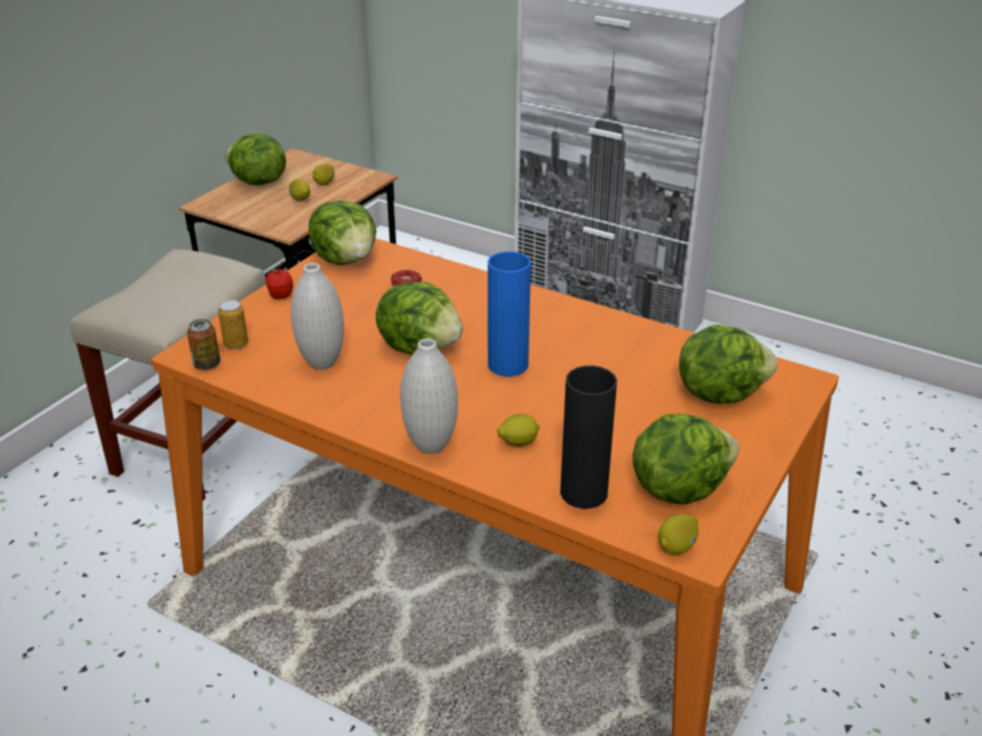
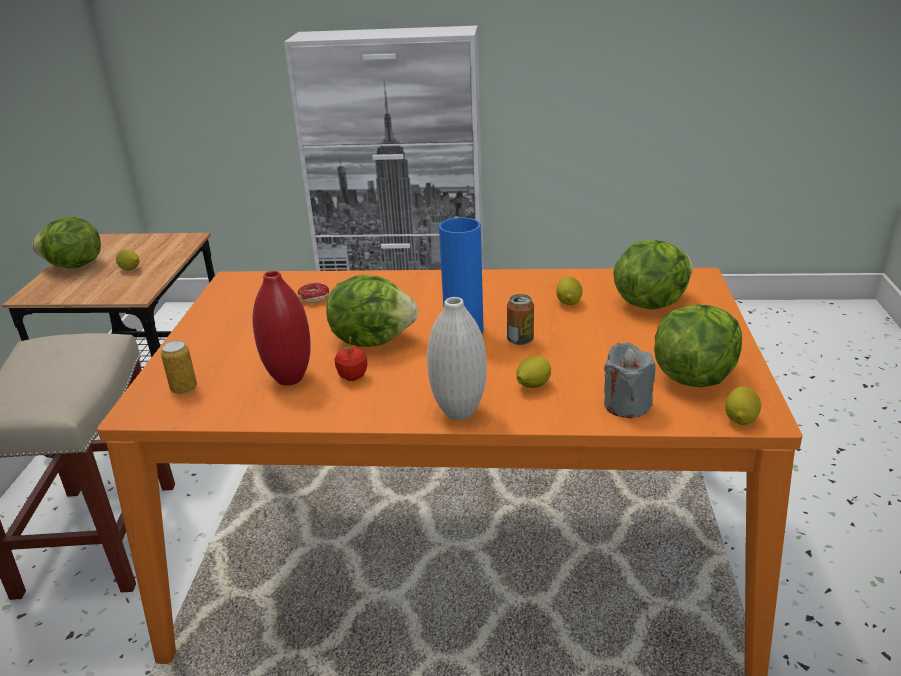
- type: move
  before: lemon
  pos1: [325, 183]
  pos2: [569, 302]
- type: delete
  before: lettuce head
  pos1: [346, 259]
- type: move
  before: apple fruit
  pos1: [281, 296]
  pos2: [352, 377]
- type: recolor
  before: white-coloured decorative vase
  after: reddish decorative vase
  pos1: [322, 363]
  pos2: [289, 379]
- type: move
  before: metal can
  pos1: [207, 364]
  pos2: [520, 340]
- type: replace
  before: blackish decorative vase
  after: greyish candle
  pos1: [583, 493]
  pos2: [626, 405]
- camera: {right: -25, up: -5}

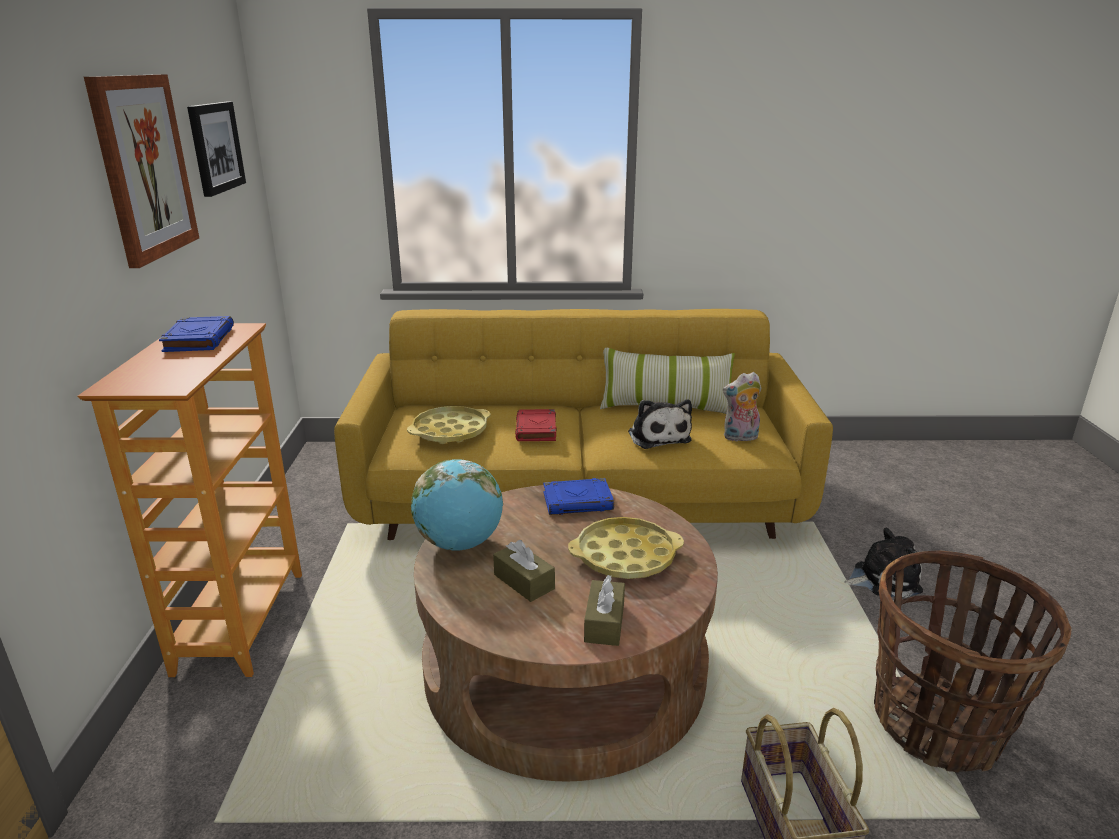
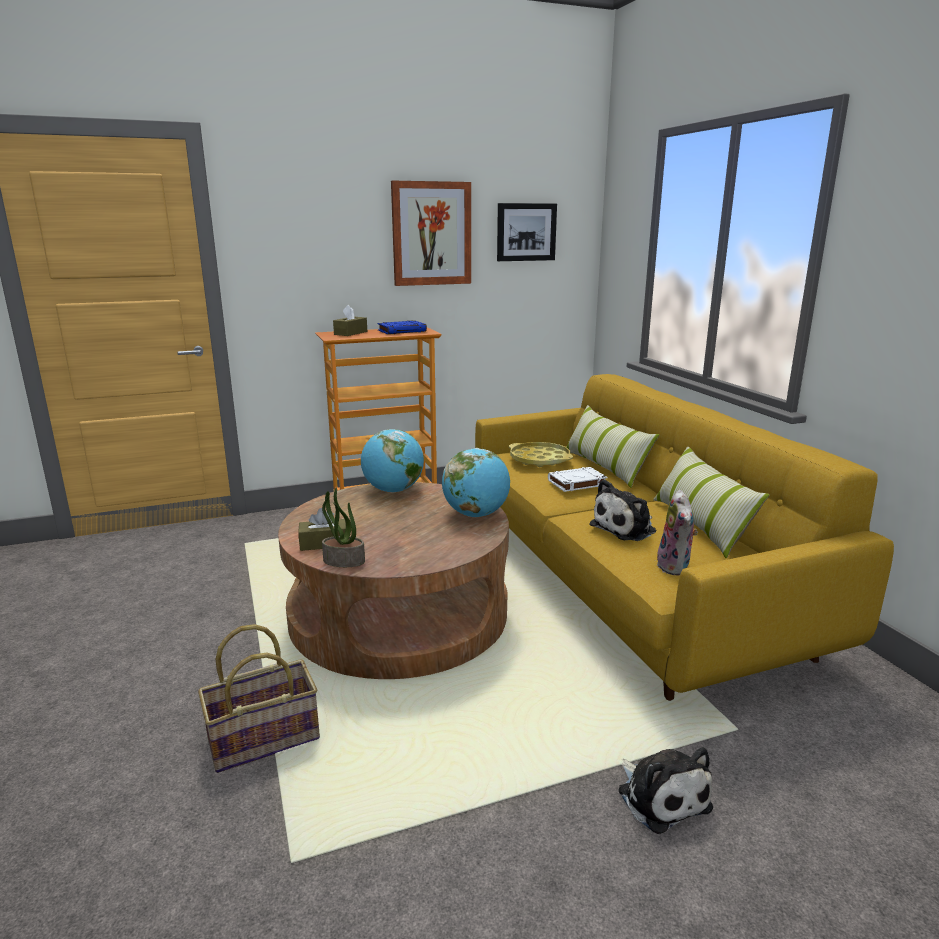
- type: rotate
  before: soft toy
  pos1: [740, 438]
  pos2: [675, 567]
  turn: -150
- type: recolor
  before: reddish book
  after: white-coloured book
  pos1: [536, 430]
  pos2: [576, 483]
- type: replace
  before: blue book
  after: world globe
  pos1: [578, 501]
  pos2: [476, 514]
- type: delete
  before: yellow-coloured carrying tray
  pos1: [625, 556]
- type: move
  before: brownish box of tissues
  pos1: [524, 582]
  pos2: [350, 333]
- type: delete
  before: storage basket
  pos1: [937, 725]
- type: insert
  after: cushion
  pos2: [605, 467]
- type: insert
  after: houseplant
  pos2: [343, 561]
- camera: {right: 70, up: -5}

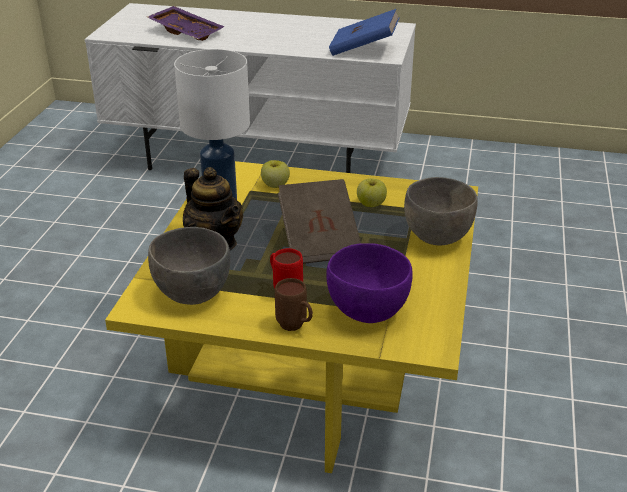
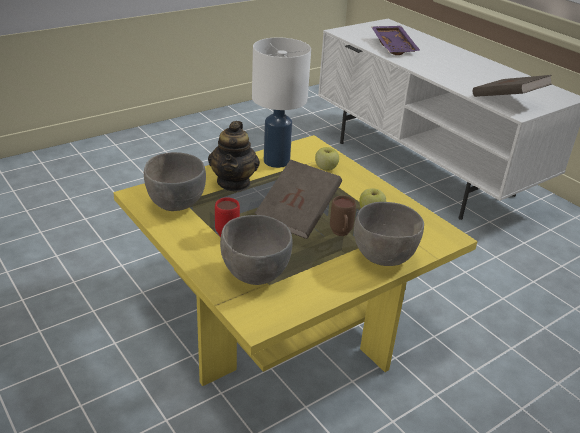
- type: recolor
  before: blue book
  after: brownish book
  pos1: [363, 49]
  pos2: [507, 101]
- type: recolor
  before: purple-coloured bowl
  after: greyish bowl
  pos1: [366, 311]
  pos2: [255, 273]
- type: move
  before: brownish tea mug
  pos1: [295, 327]
  pos2: [341, 234]
- camera: {right: 40, up: 0}

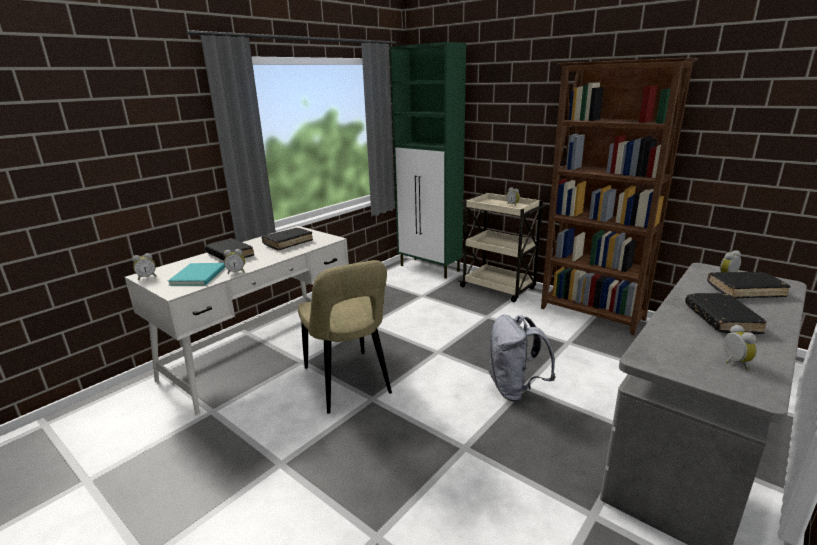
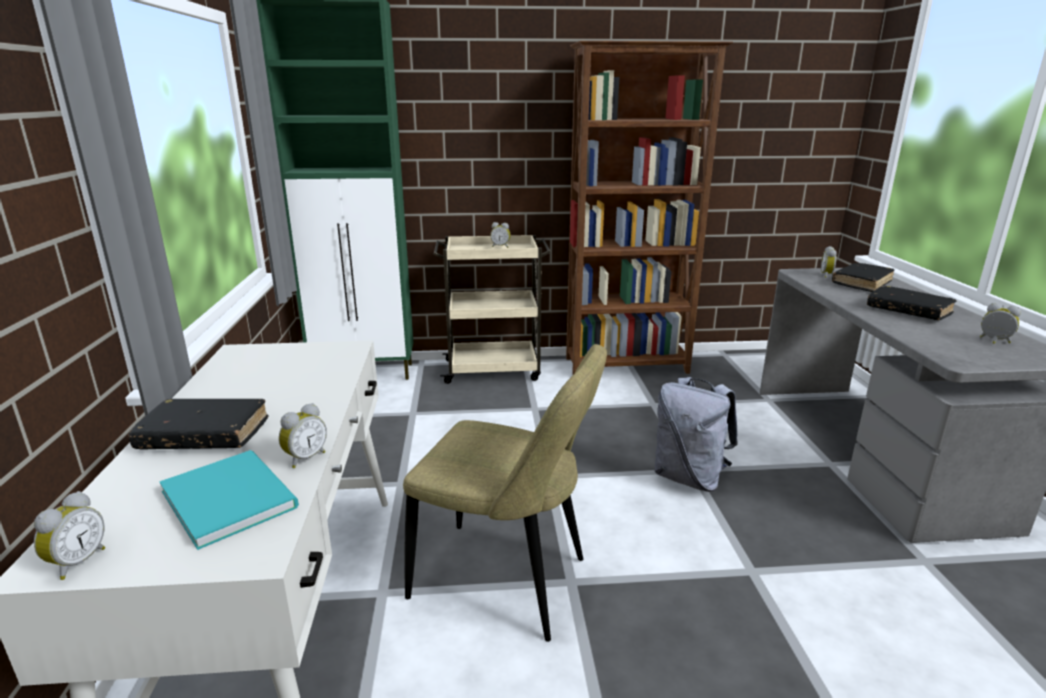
- type: delete
  before: blackish book
  pos1: [288, 243]
- camera: {right: -45, up: 0}

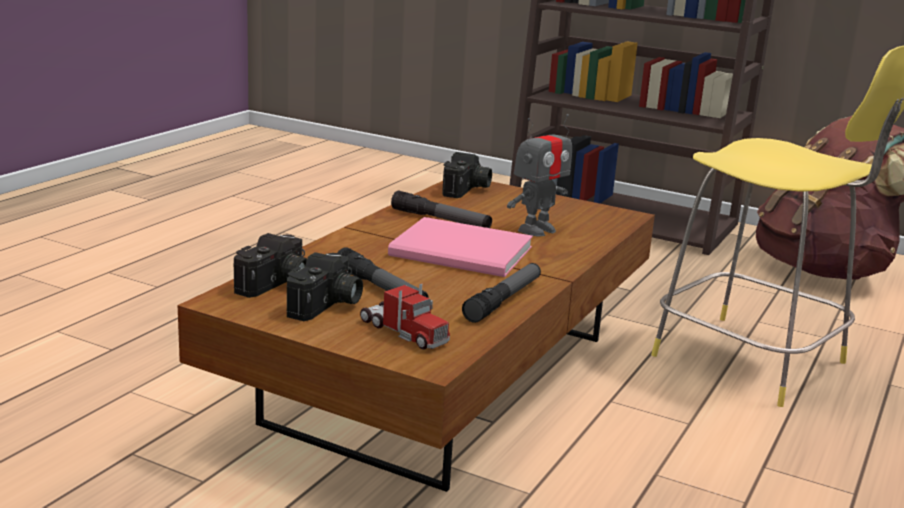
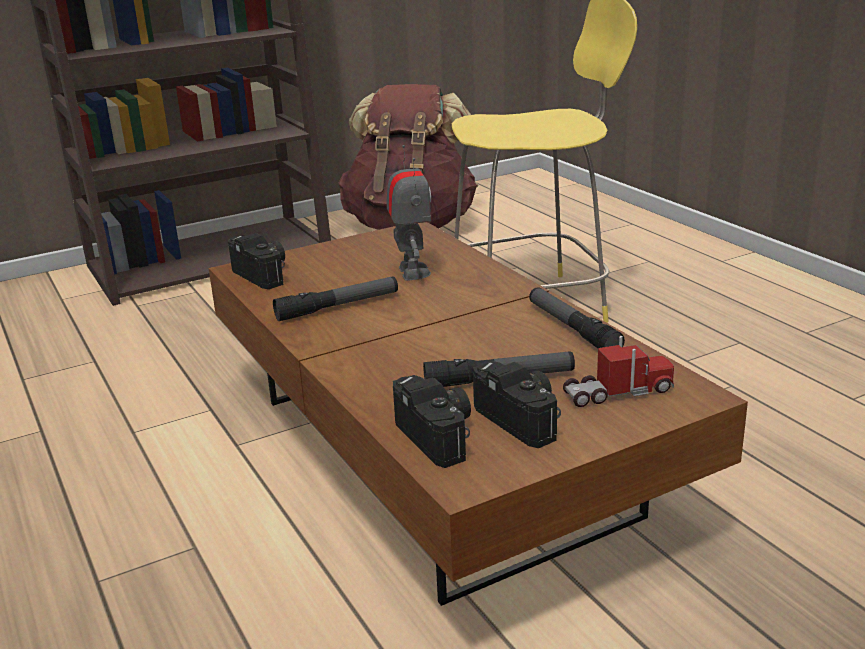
- type: delete
  before: pinkish book
  pos1: [464, 253]
- camera: {right: -55, up: 5}

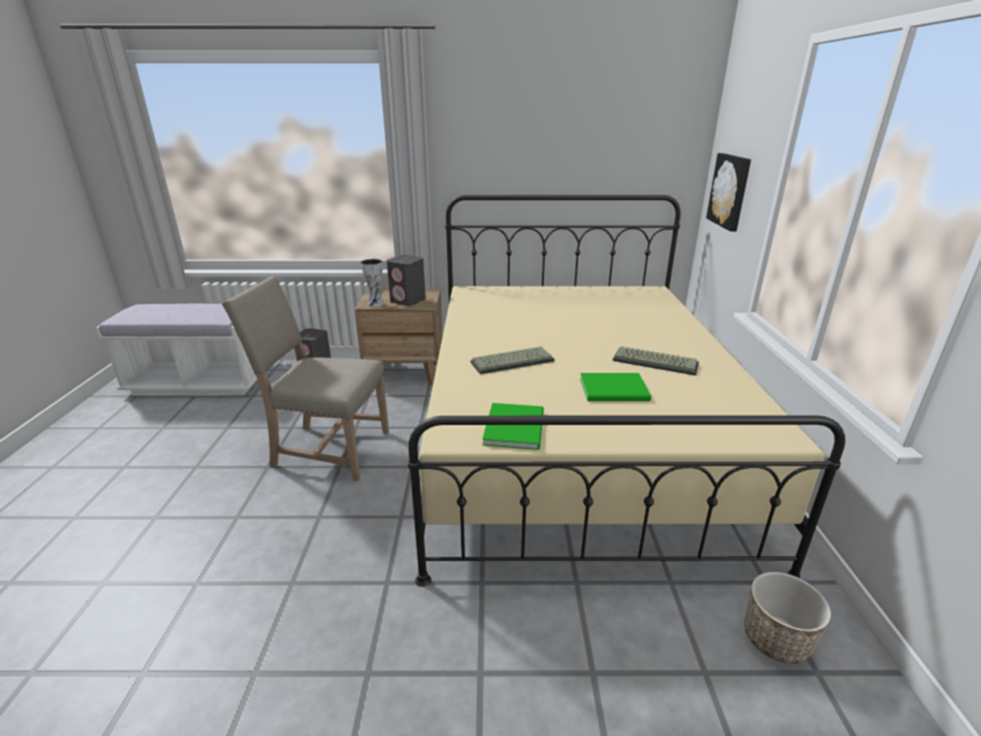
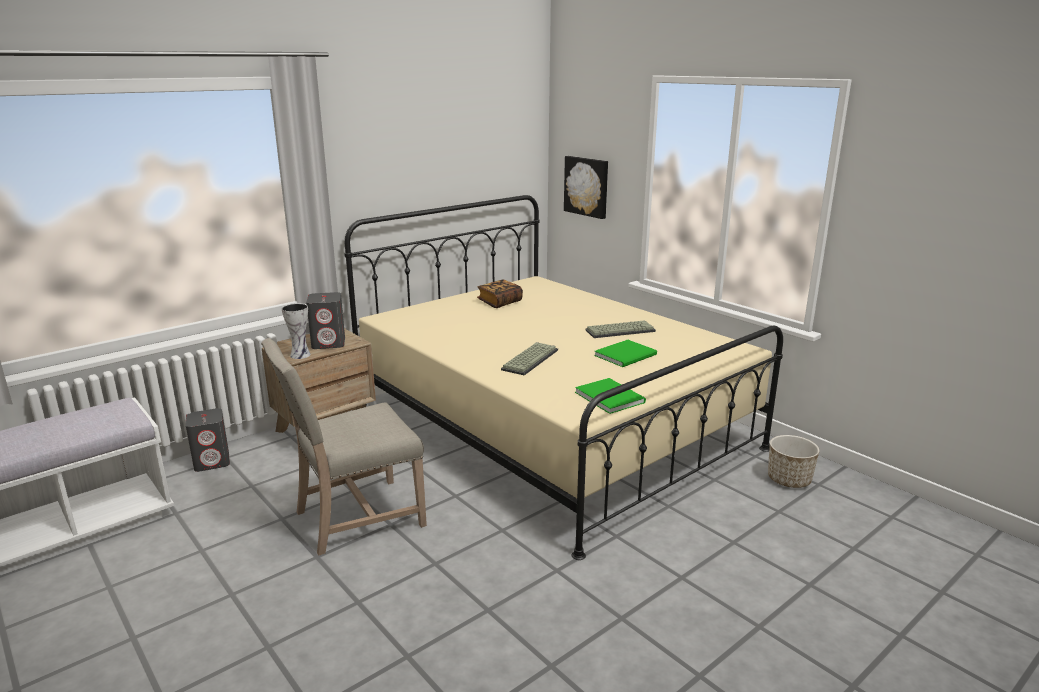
- type: insert
  after: book
  pos2: [500, 302]
- camera: {right: -40, up: -5}

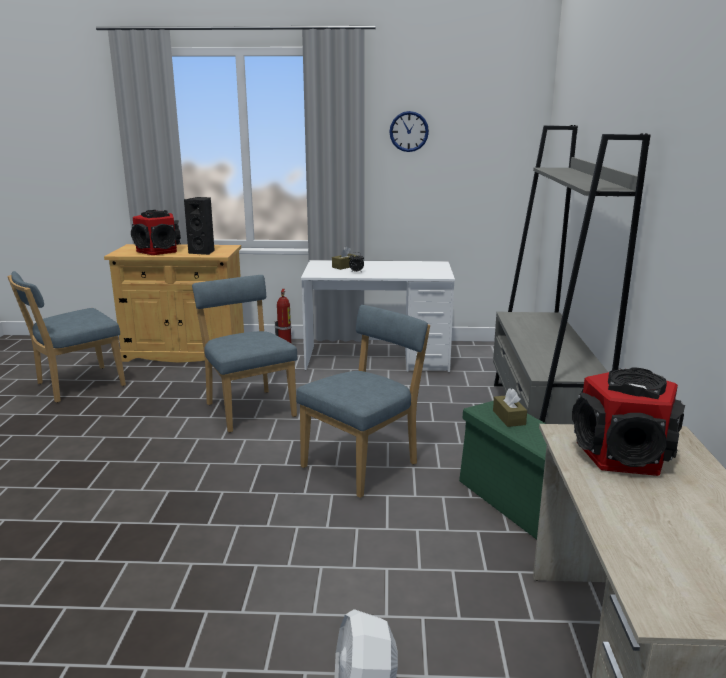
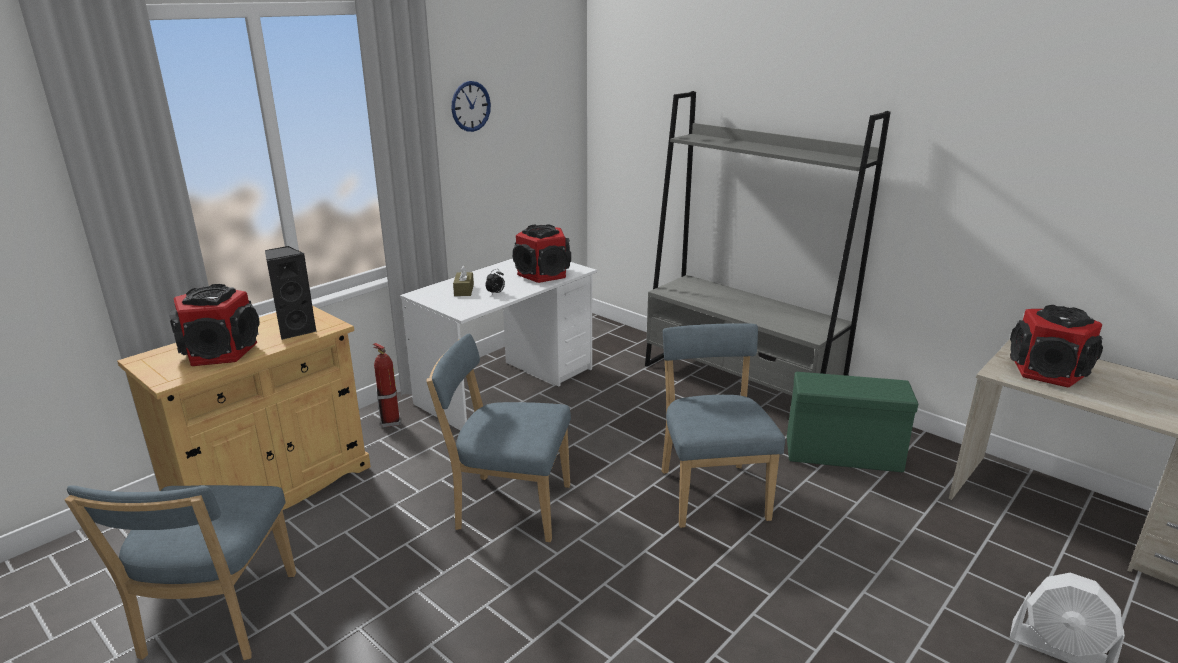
- type: delete
  before: brownish box of tissues
  pos1: [509, 417]
- type: insert
  after: speaker
  pos2: [543, 274]
- camera: {right: -50, up: 5}

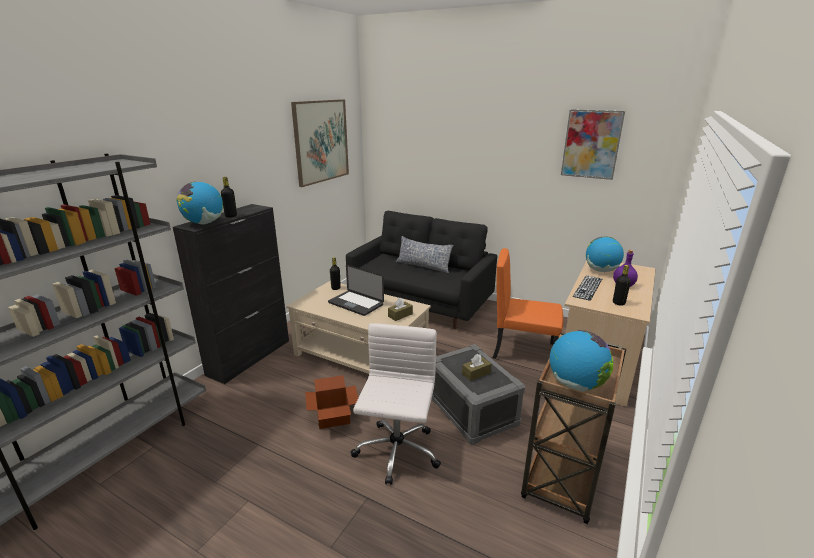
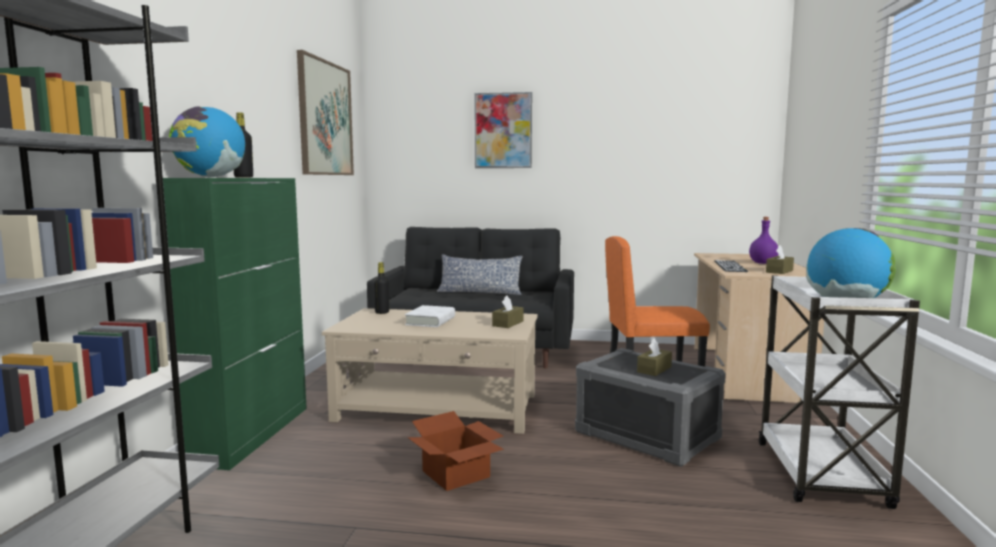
- type: move
  before: picture
  pos1: [591, 144]
  pos2: [503, 130]
- type: recolor
  before: blackish cabinet
  after: green-coloured cabinet
  pos1: [250, 357]
  pos2: [251, 434]
- type: delete
  before: world globe
  pos1: [601, 270]
- type: replace
  before: laptop
  after: white-coloured book
  pos1: [355, 304]
  pos2: [430, 321]
- type: replace
  before: blackish beverage bottle
  after: brownish box of tissues
  pos1: [618, 303]
  pos2: [779, 271]
- type: delete
  before: white-coloured computer chair
  pos1: [396, 453]
- type: recolor
  before: brownish trolley
  after: white-coloured trolley
  pos1: [562, 478]
  pos2: [821, 475]
- camera: {right: -20, up: -15}

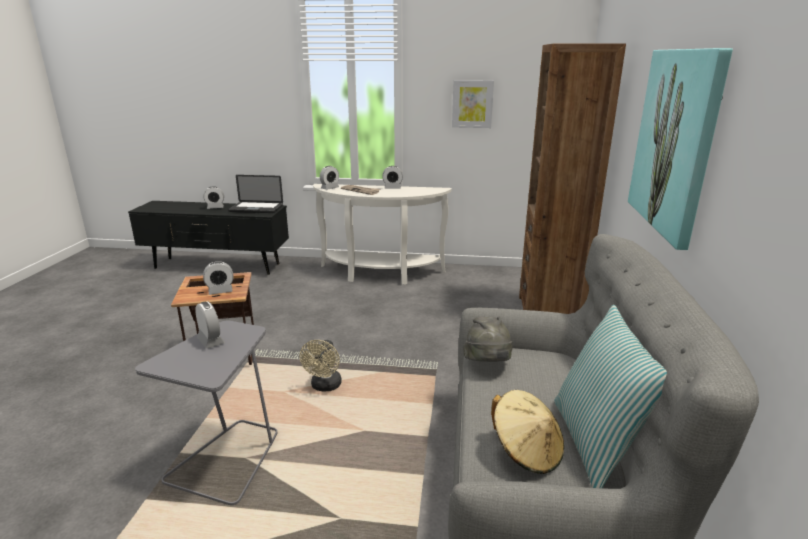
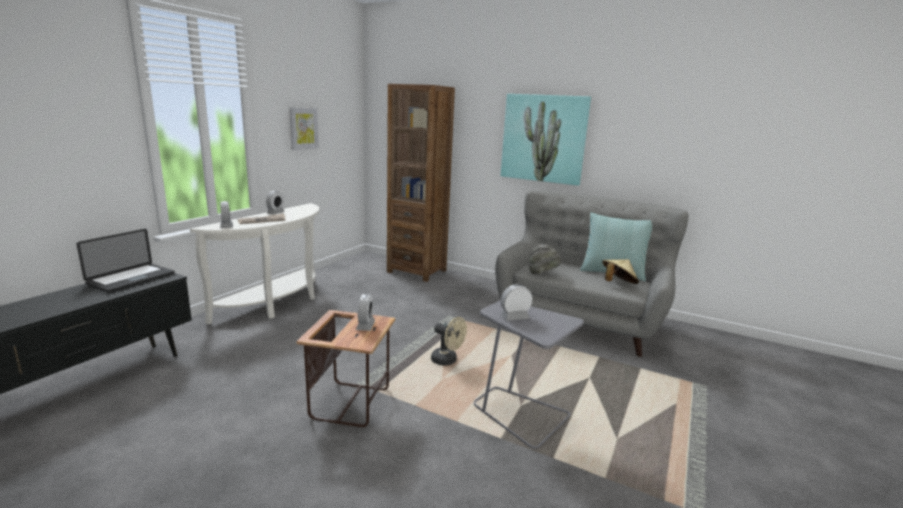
- type: delete
  before: bedside clock
  pos1: [215, 207]
- camera: {right: -70, up: -5}

